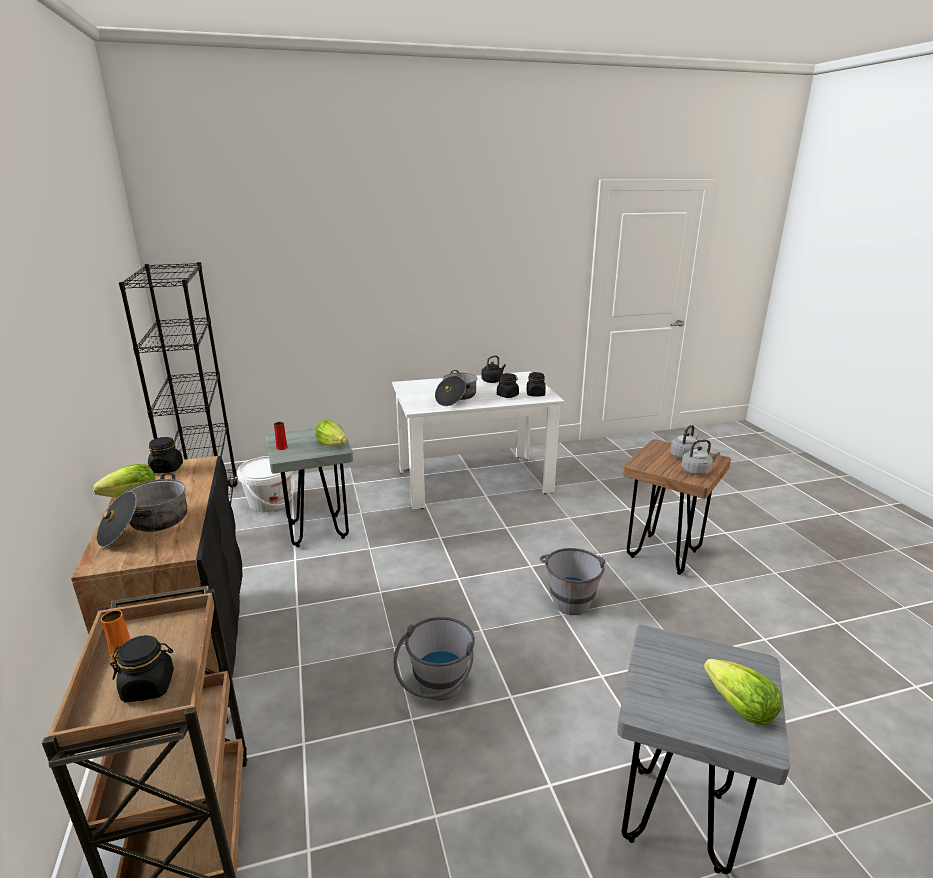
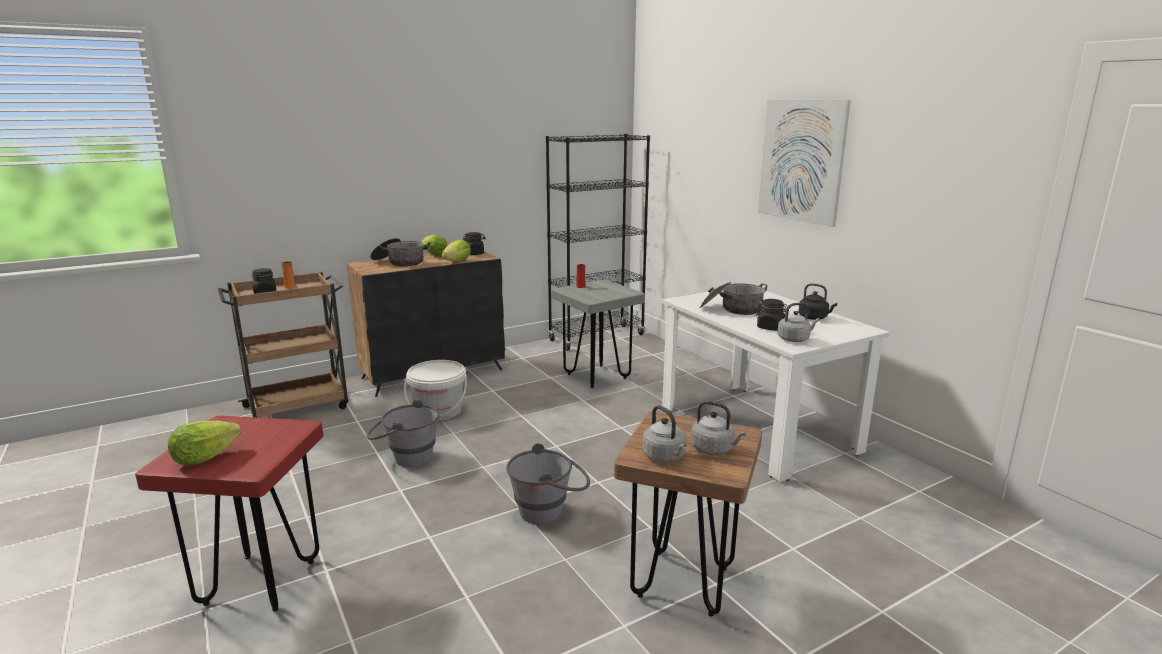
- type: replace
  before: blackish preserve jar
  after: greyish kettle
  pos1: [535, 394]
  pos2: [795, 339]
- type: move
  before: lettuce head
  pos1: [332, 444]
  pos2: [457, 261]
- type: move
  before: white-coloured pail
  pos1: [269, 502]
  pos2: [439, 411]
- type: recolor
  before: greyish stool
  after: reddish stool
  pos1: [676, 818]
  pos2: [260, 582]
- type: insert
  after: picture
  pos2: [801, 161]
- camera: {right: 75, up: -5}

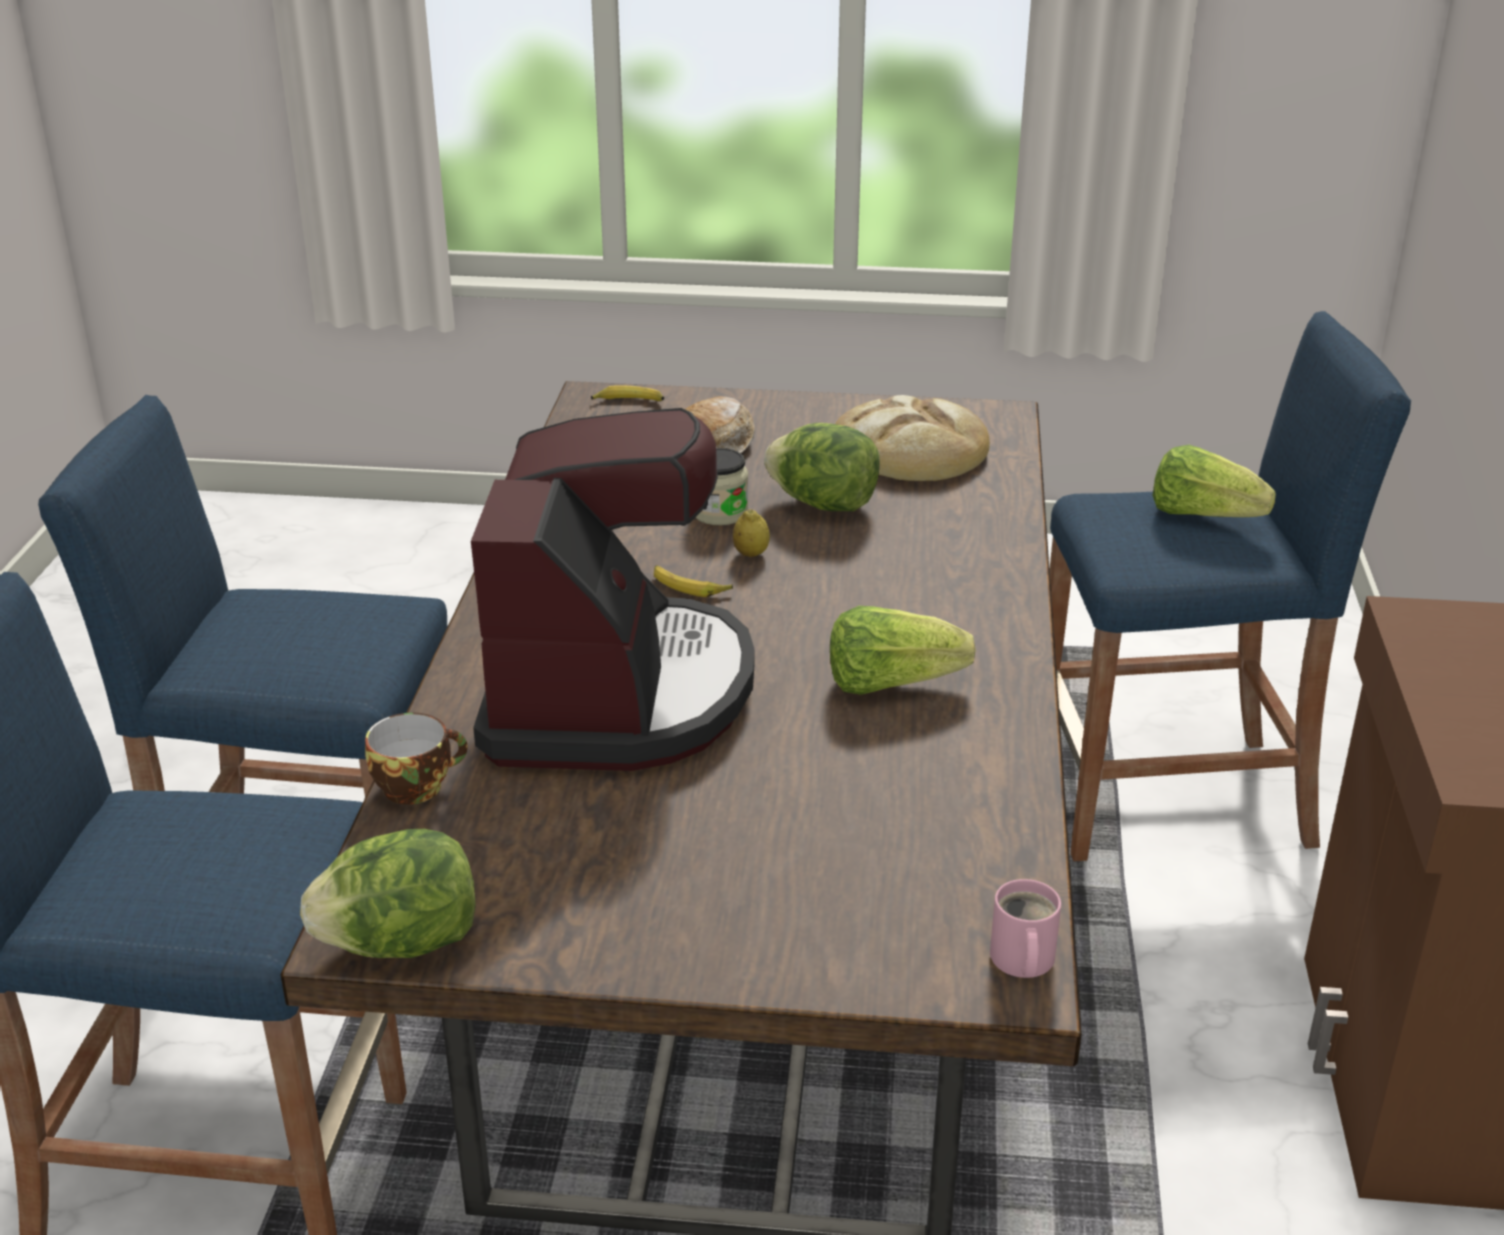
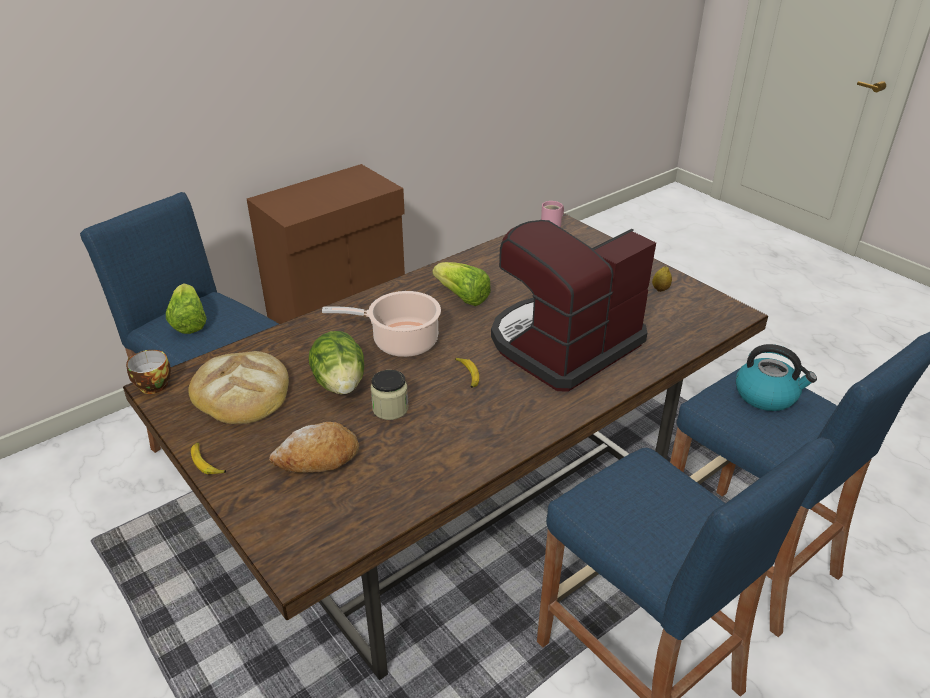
- type: move
  before: whole banana
  pos1: [629, 401]
  pos2: [207, 462]
- type: move
  before: lemon
  pos1: [751, 554]
  pos2: [660, 289]
- type: move
  before: small cup
  pos1: [416, 785]
  pos2: [151, 385]
- type: delete
  before: lettuce head
  pos1: [401, 943]
- type: insert
  after: cooking pot
  pos2: [400, 342]
- type: insert
  after: kettle
  pos2: [766, 395]
- camera: {right: -135, up: 5}

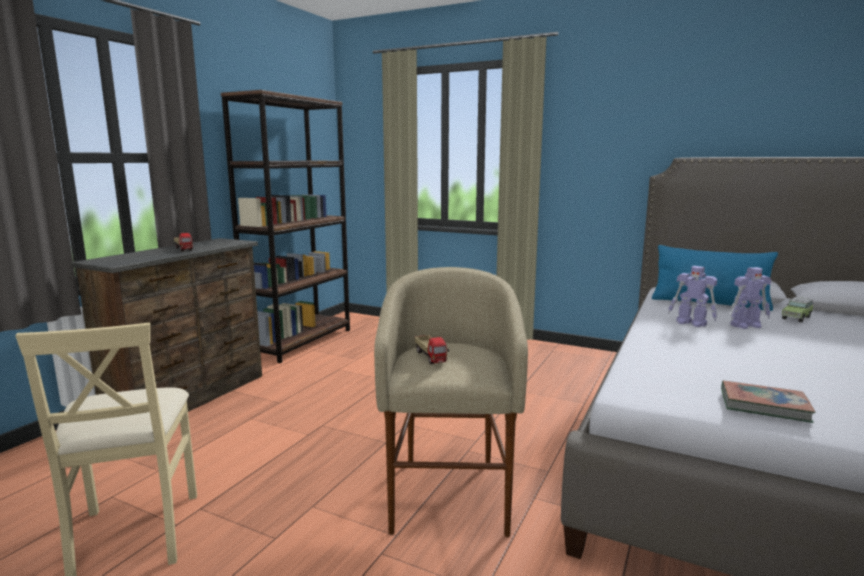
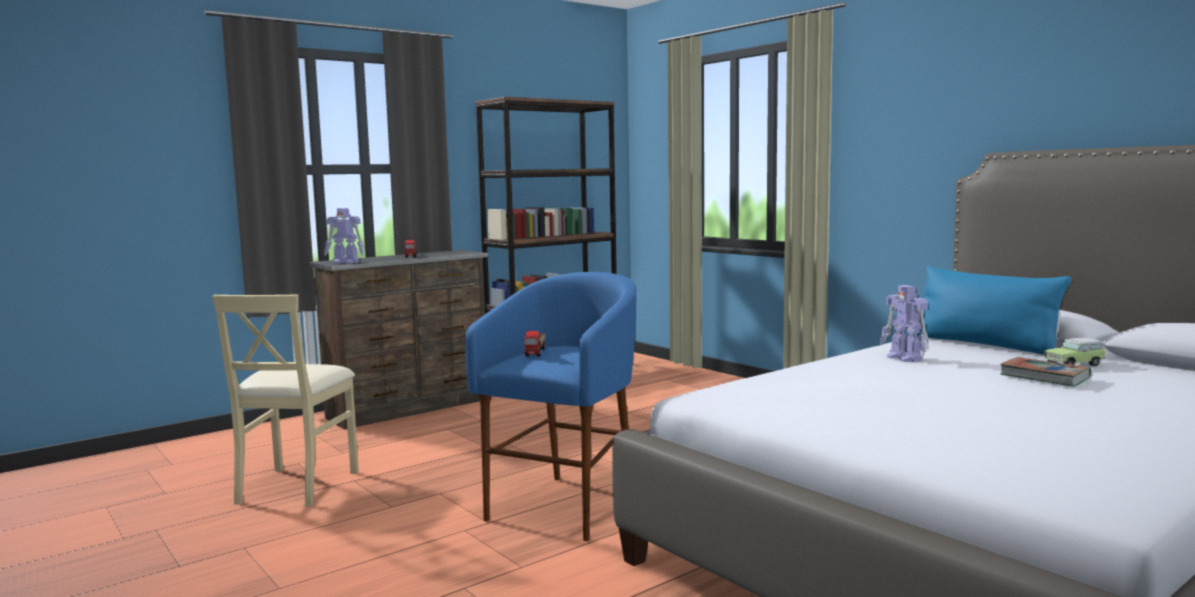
- type: recolor
  before: beige-coloured stool
  after: blue stool
  pos1: [449, 494]
  pos2: [566, 506]
- type: move
  before: robot figure
  pos1: [746, 325]
  pos2: [346, 262]
- type: move
  before: book
  pos1: [764, 406]
  pos2: [1044, 377]
- camera: {right: 25, up: -5}

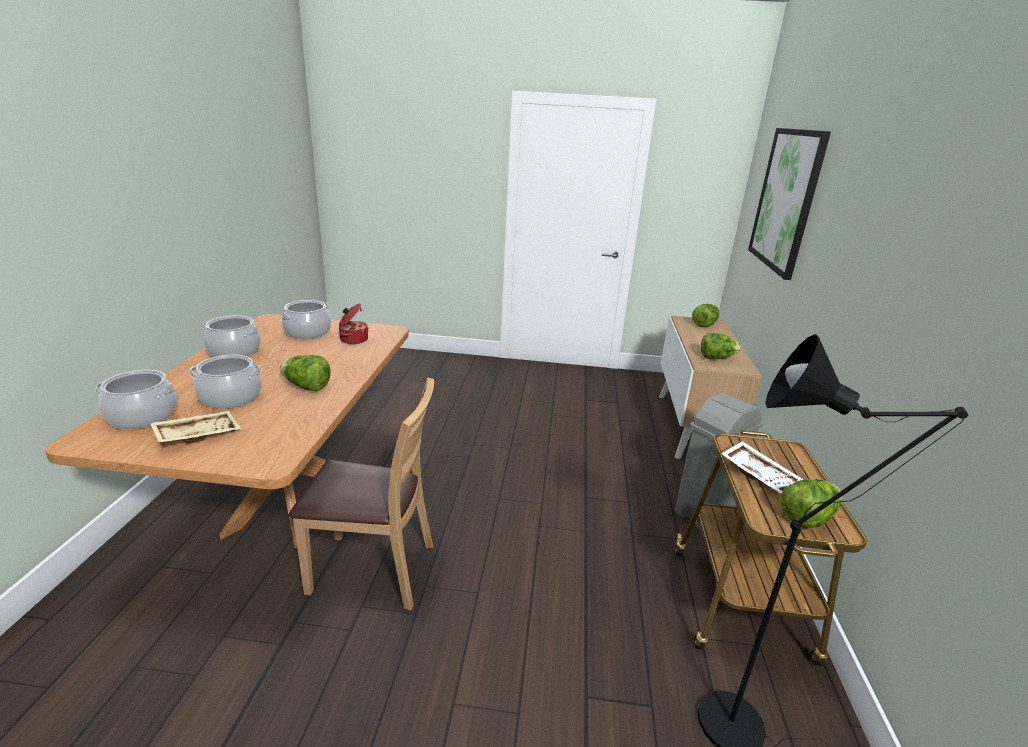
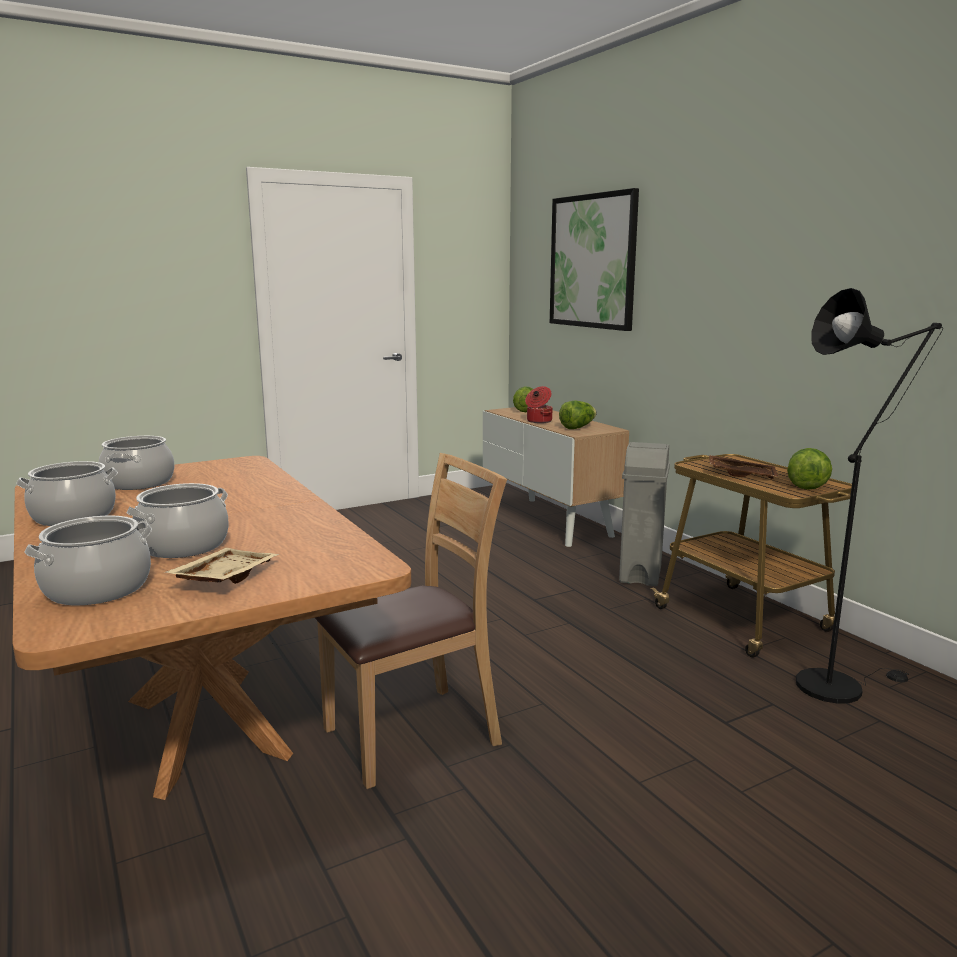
- type: move
  before: cooking pot
  pos1: [353, 339]
  pos2: [538, 421]
- type: delete
  before: lettuce head
  pos1: [306, 387]
- type: recolor
  before: white-coloured carrying tray
  after: brownish carrying tray
  pos1: [759, 475]
  pos2: [741, 474]
- camera: {right: -35, up: -10}

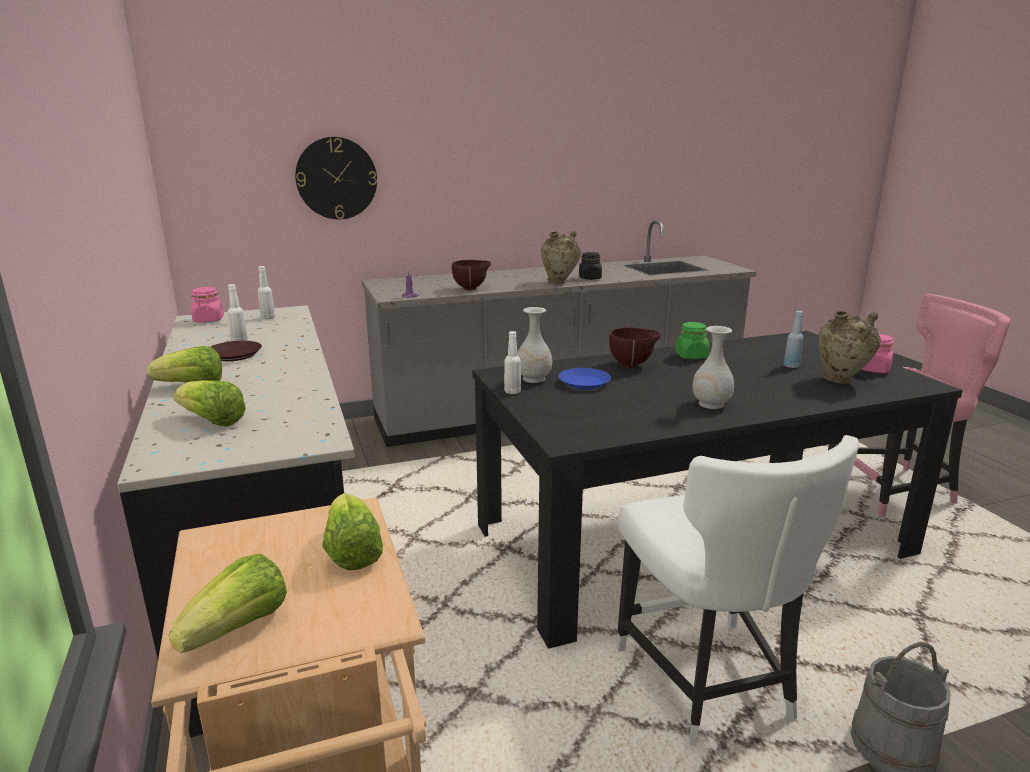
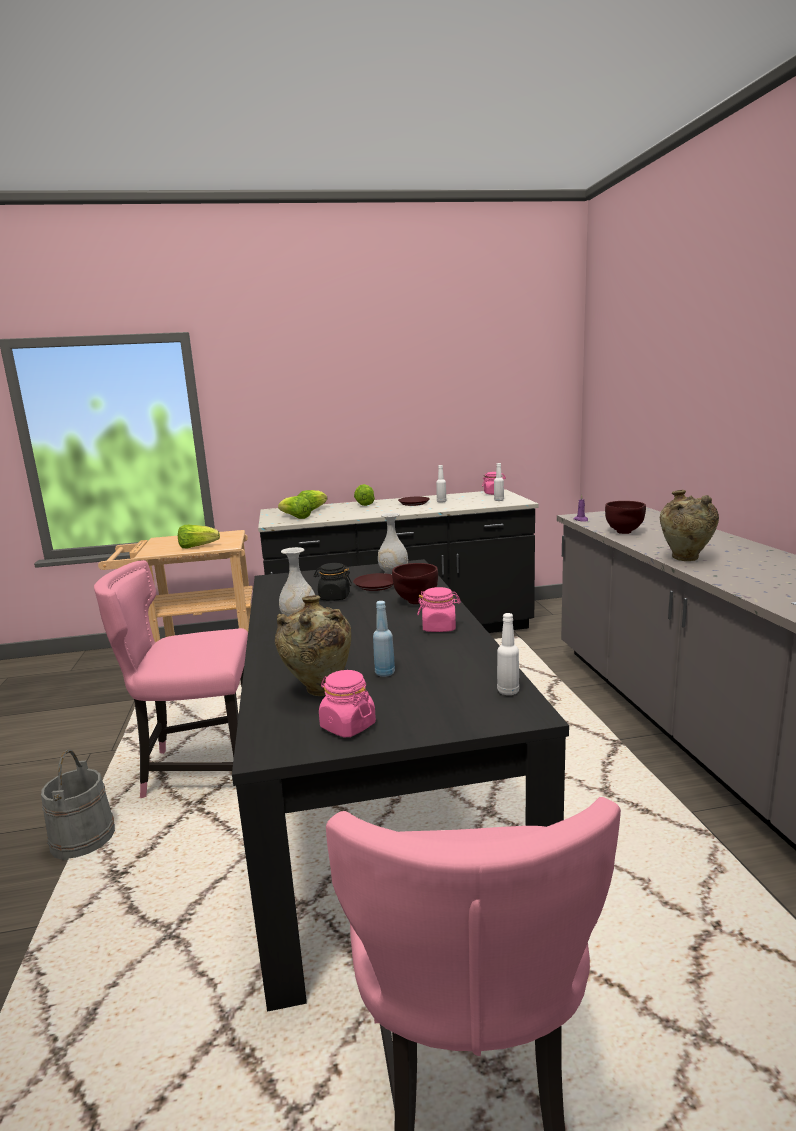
- type: delete
  before: hanging clock
  pos1: [336, 178]
- type: move
  before: blackish preserve jar
  pos1: [590, 278]
  pos2: [334, 597]
- type: recolor
  before: green-coloured preserve jar
  after: pinkish preserve jar
  pos1: [691, 356]
  pos2: [439, 627]
- type: move
  before: white-coloured beverage bottle
  pos1: [512, 392]
  pos2: [508, 691]
- type: recolor
  before: blue dinner plate
  after: brownish dinner plate
  pos1: [584, 383]
  pos2: [376, 585]
- type: recolor
  before: white-coloured chair
  after: pinkish chair
  pos1: [708, 683]
  pos2: [199, 769]
- type: move
  before: lettuce head
  pos1: [239, 628]
  pos2: [295, 518]
- camera: {right: 100, up: -5}

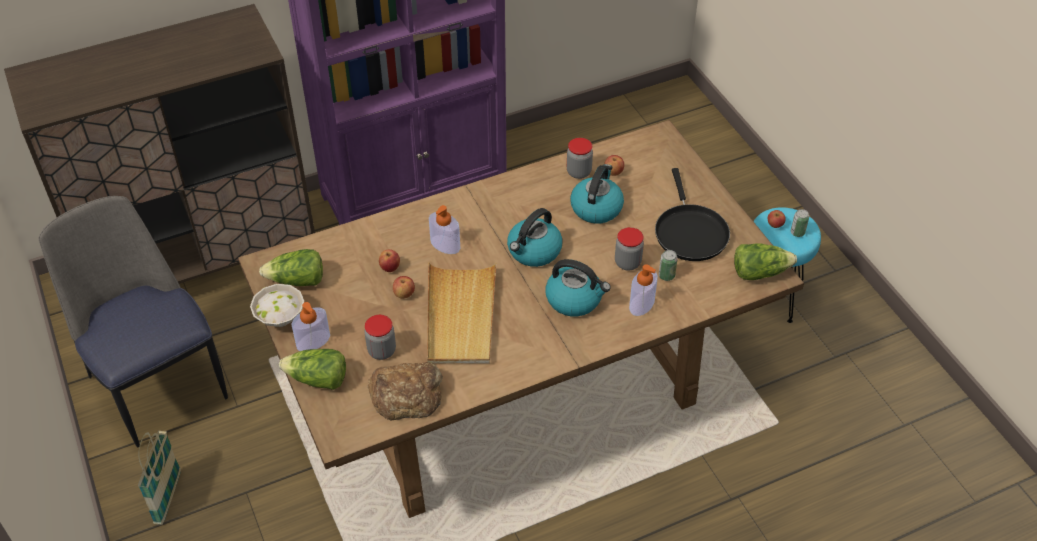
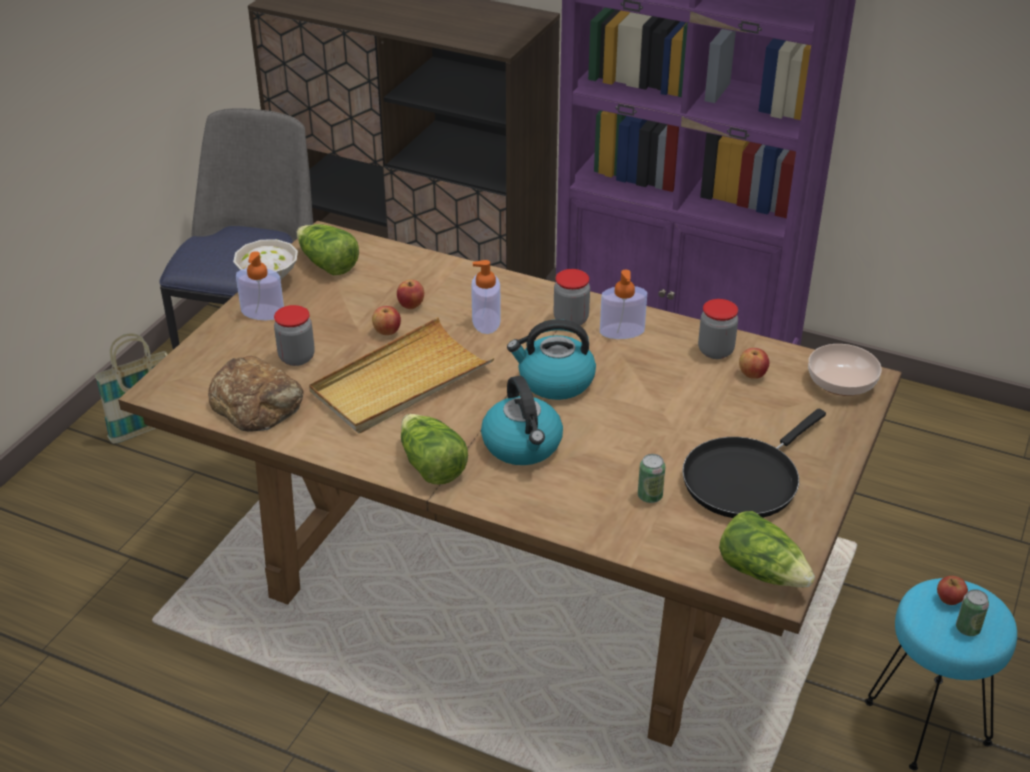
- type: delete
  before: kettle
  pos1: [596, 207]
- type: move
  before: preserve jar
  pos1: [627, 263]
  pos2: [571, 320]
- type: move
  before: liquid soap bottle
  pos1: [641, 304]
  pos2: [622, 331]
- type: move
  before: lettuce head
  pos1: [317, 379]
  pos2: [431, 465]
- type: insert
  after: bowl
  pos2: [841, 383]
- camera: {right: 50, up: -10}

